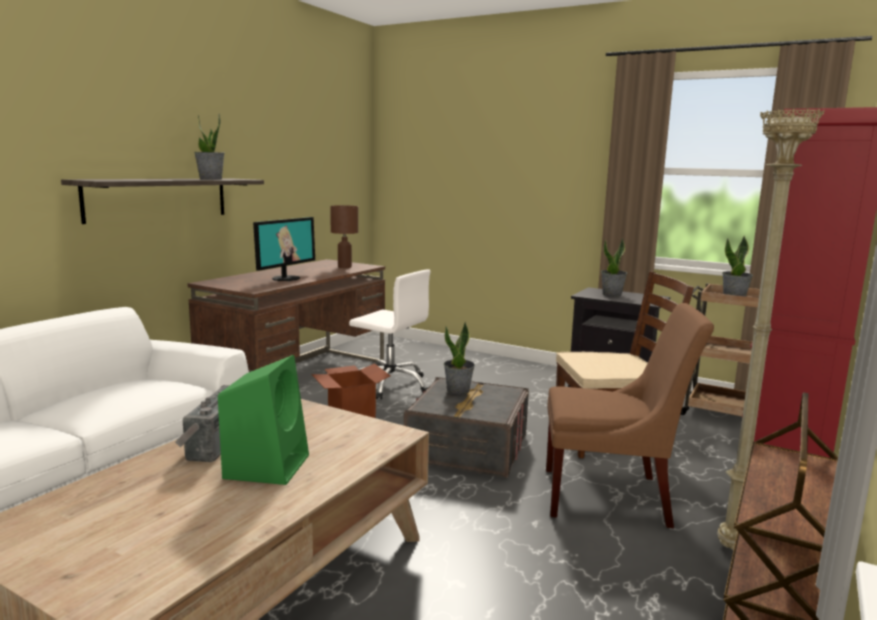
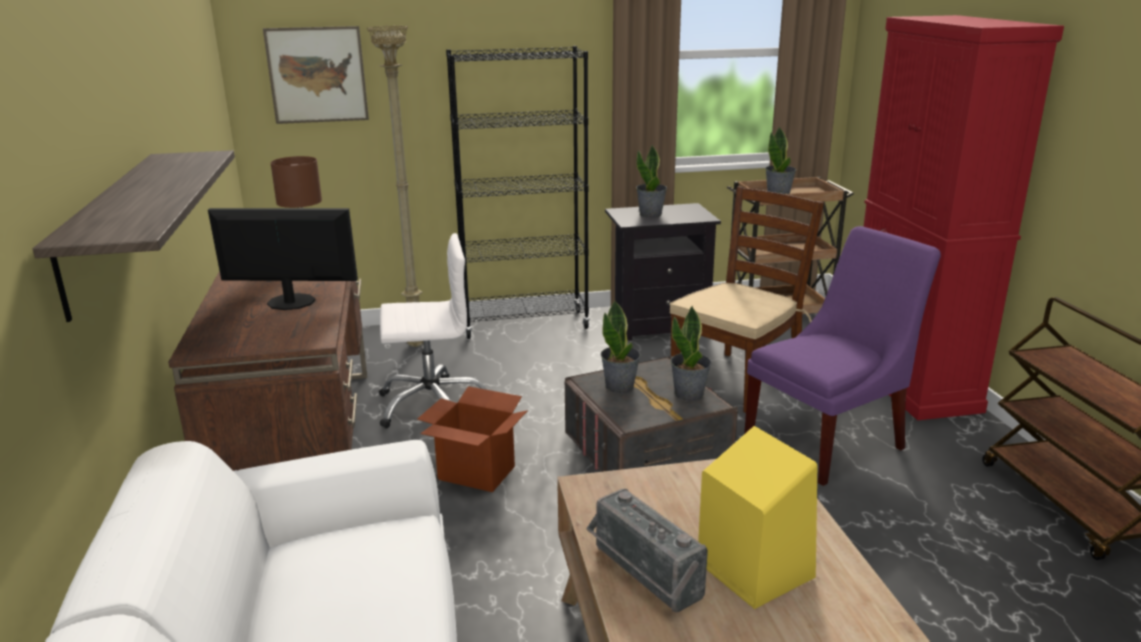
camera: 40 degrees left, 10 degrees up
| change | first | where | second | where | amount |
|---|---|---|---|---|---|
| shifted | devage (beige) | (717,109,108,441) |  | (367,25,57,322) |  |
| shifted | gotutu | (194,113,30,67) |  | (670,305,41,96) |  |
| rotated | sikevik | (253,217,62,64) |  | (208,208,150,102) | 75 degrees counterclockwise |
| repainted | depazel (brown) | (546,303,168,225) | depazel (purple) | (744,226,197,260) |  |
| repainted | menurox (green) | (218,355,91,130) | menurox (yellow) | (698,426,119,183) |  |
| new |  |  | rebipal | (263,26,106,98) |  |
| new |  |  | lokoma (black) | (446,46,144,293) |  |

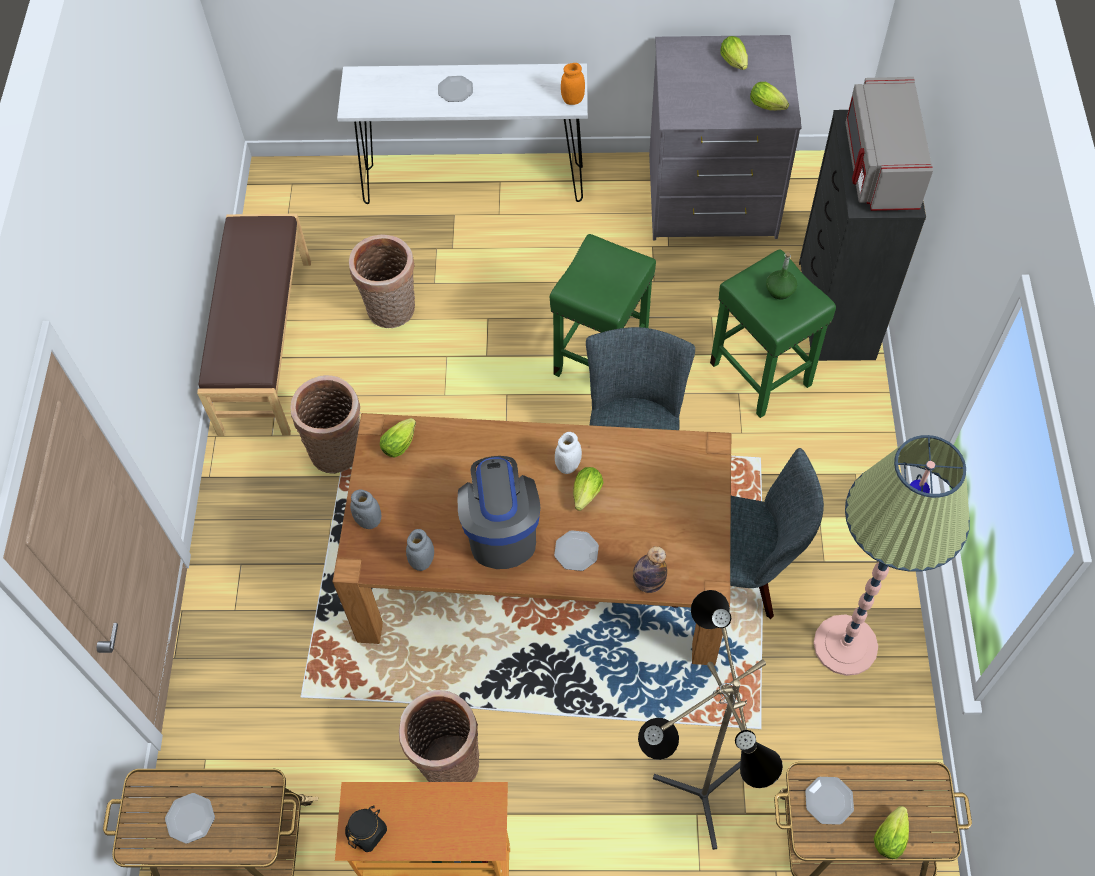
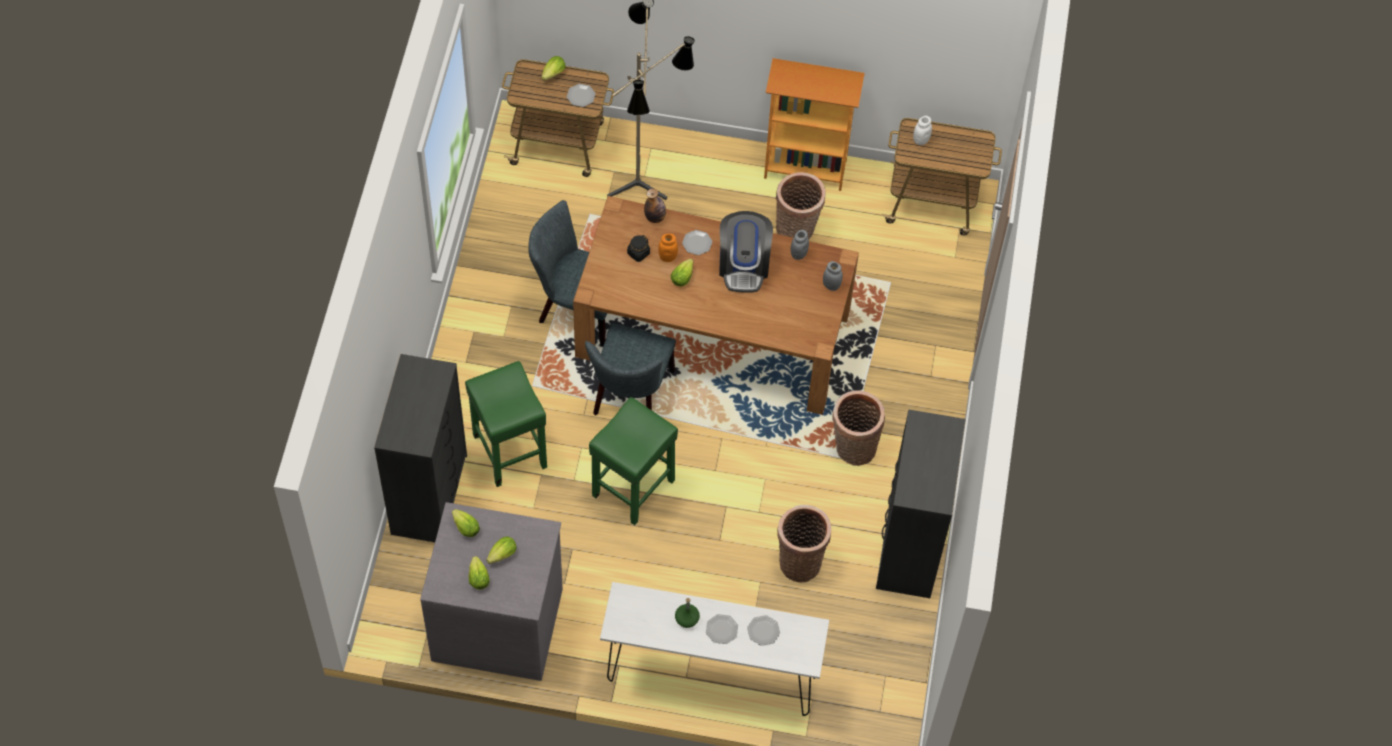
camera: 175 degrees left, 0 degrees up
| change | first | where | second | where | amount |
|---|---|---|---|---|---|
| shifted | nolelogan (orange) | (561,63,24,42) |  | (658,234,20,28) |  |
| gone | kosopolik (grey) | (845,77,88,134) |  |  |  |
| swapped | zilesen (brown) | (197,214,114,222) | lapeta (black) | (876,409,90,189) |  |
| shifted | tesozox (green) | (766,252,31,47) |  | (675,598,25,30) |  |
| shifted | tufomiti | (380,418,36,40) |  | (486,536,31,28) |  |
| shifted | nolelogan (white) | (555,432,27,42) |  | (913,116,19,29) |  |
| gone | devage | (813,435,157,241) |  |  |  |
| shifted | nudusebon | (165,793,50,51) |  | (747,615,33,31) |  |
| shifted | nolelogan (black) | (345,805,42,47) |  | (627,235,23,27) |  |

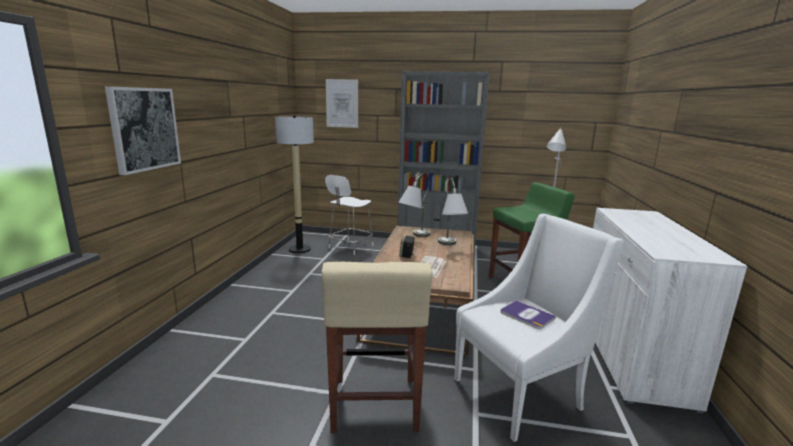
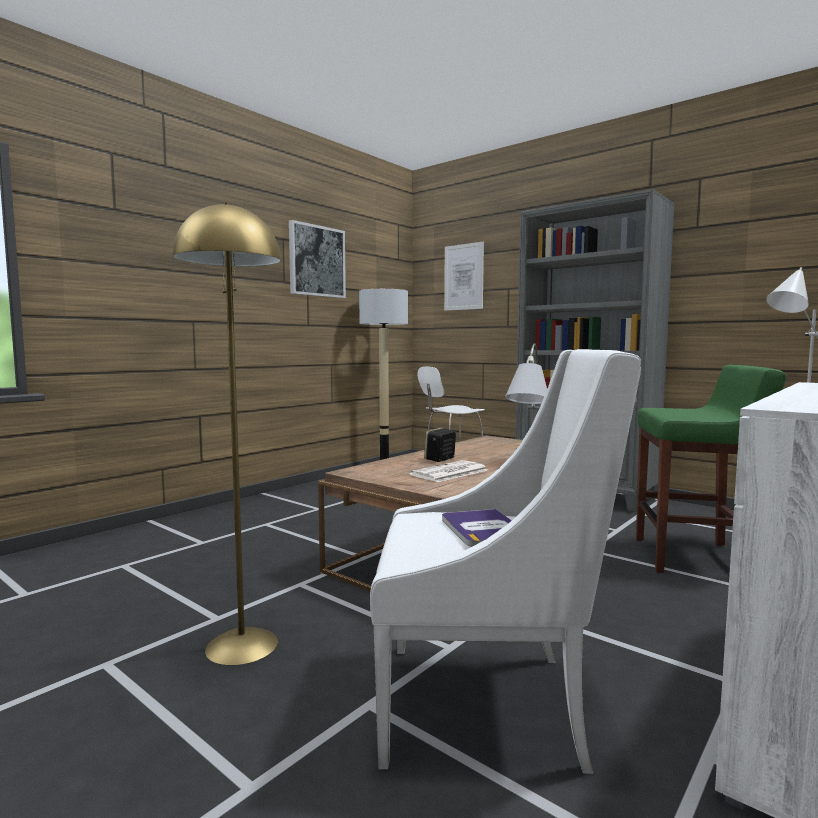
camera: 30 degrees right, 10 degrees down
| change | first | where | second | where | amount |
|---|---|---|---|---|---|
| shifted | rebipal | (105,86,76,89) |  | (289,220,57,78) |  |
| gone | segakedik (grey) | (398,173,32,64) |  |  |  |
| swapped | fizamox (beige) | (321,262,112,171) | devage (yellow) | (173,202,108,463) |  |

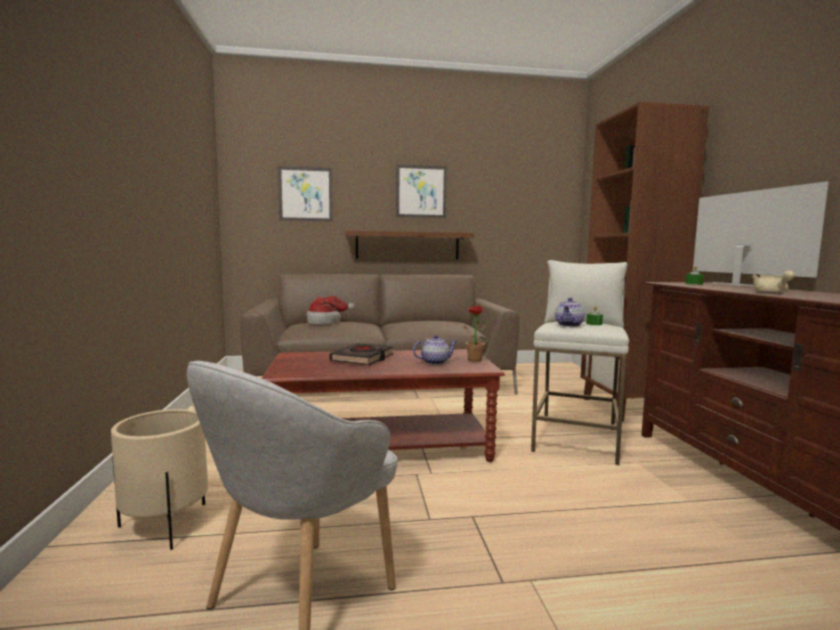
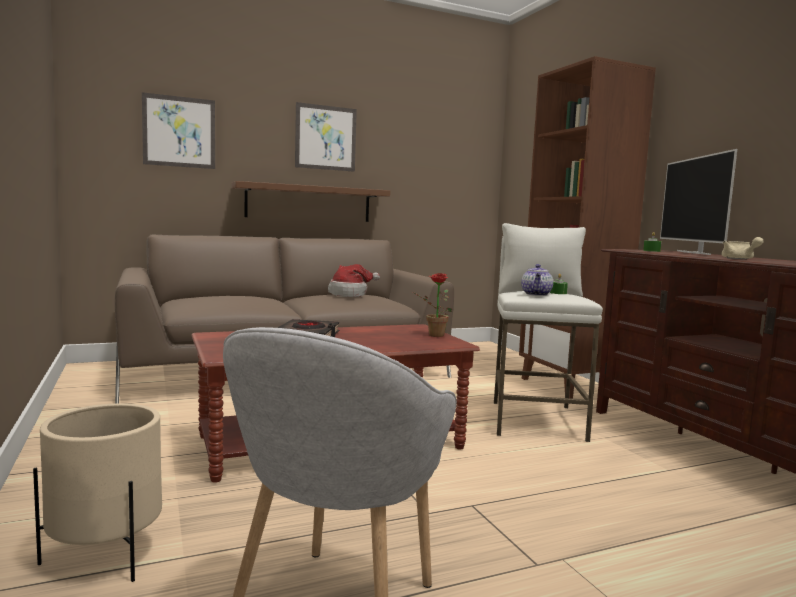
camera: 15 degrees left, 0 degrees up
| change | first | where | second | where | amount |
|---|---|---|---|---|---|
| rotated | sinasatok | (693,181,136,105) |  | (660,149,77,106) | 150 degrees counterclockwise |
| shifted | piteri | (307,296,48,29) |  | (328,264,52,33) |  |
| gone | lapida | (413,335,44,30) |  |  |  |

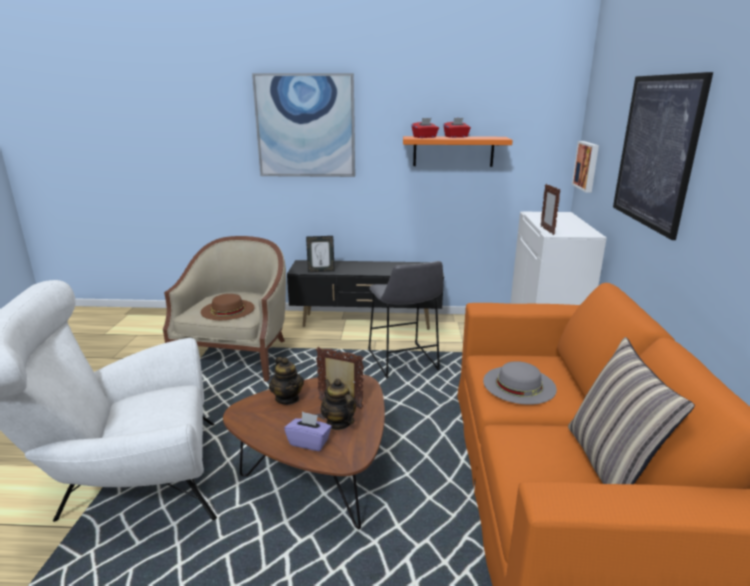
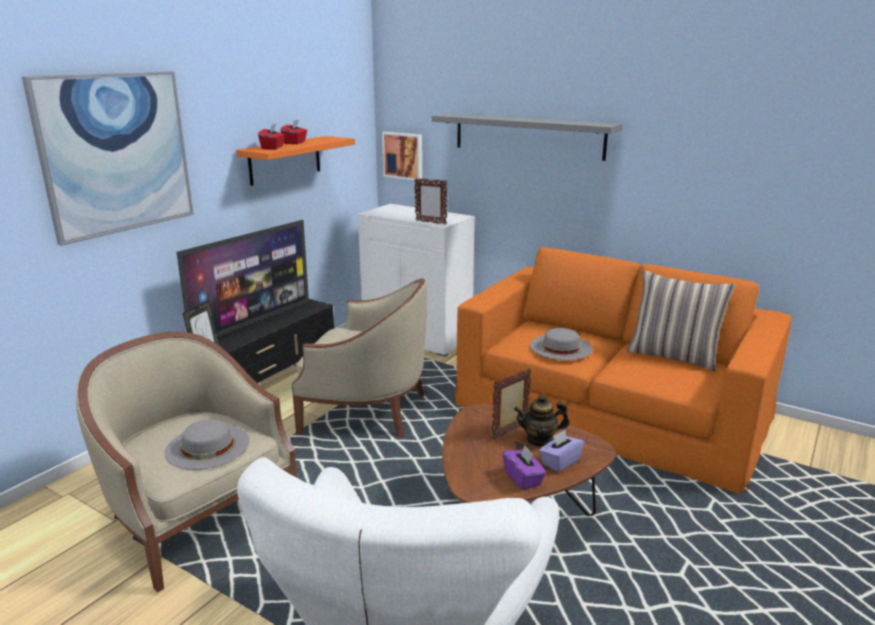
camera: 60 degrees left, 0 degrees up
| change | first | where | second | where | amount |
|---|---|---|---|---|---|
| swapped | rebipal | (613,72,100,168) | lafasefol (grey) | (432,113,190,48) |  |
| swapped | fizamox (grey) | (368,261,75,117) | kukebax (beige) | (292,278,135,159) |  |
| repainted | piteri (brown) | (201,294,54,26) | piteri (grey) | (164,419,86,51) |  |
| gone | lapida | (269,357,35,48) |  |  |  |
| new |  |  | sinasatok | (177,220,132,117) |  |
| new |  |  | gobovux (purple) | (502,445,44,45) |  |

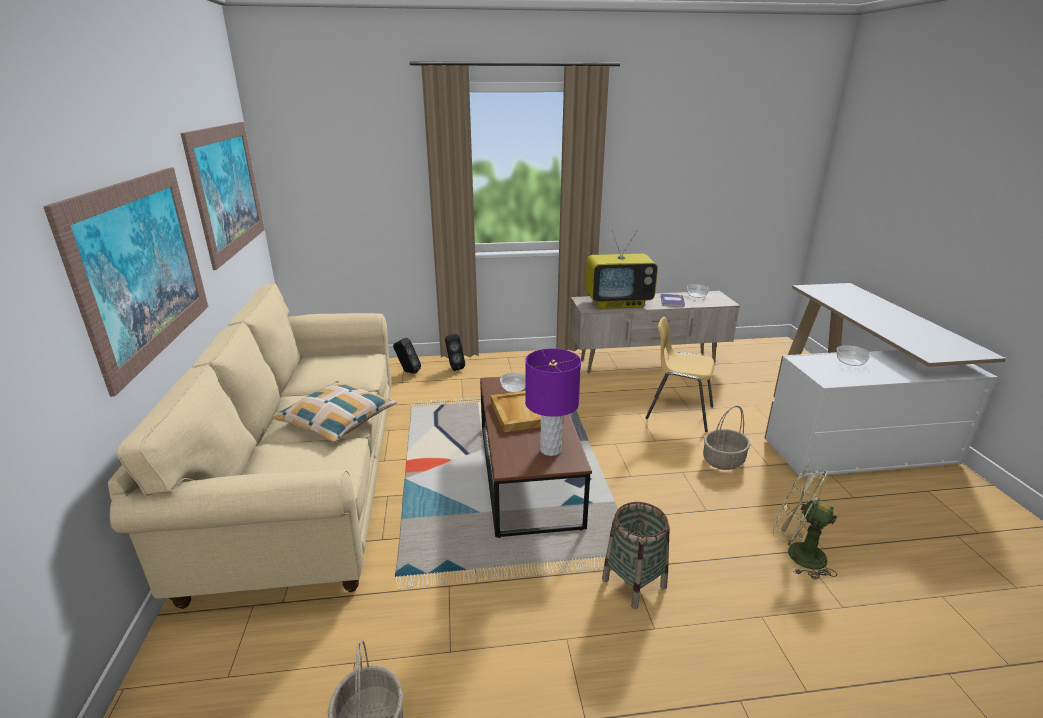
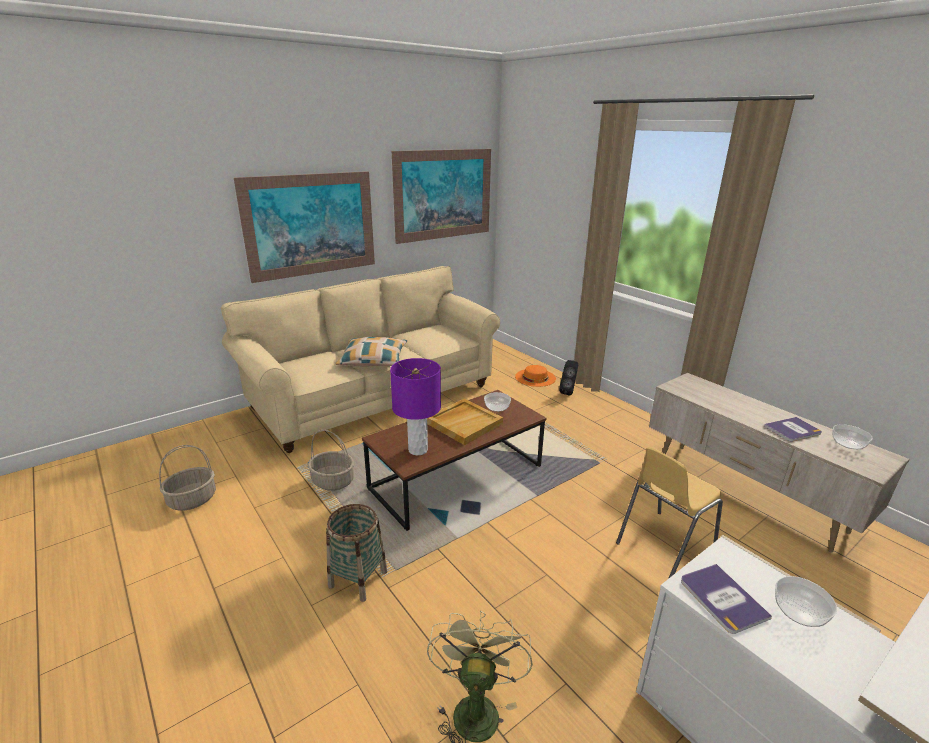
camera: 60 degrees right, 0 degrees up
| change | first | where | second | where | amount |
|---|---|---|---|---|---|
| gone | sinasatok | (585,230,73,79) |  |  |  |
| rotated | depazel (yellow) | (645,317,70,115) |  | (616,447,107,132) | 120 degrees counterclockwise |
| swapped | menurox (black) | (393,338,28,36) | piteri (orange) | (515,365,41,22) |  |
| shifted | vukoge | (703,405,48,65) |  | (308,430,46,61) |  |
| new |  |  | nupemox | (681,564,91,70) |  |

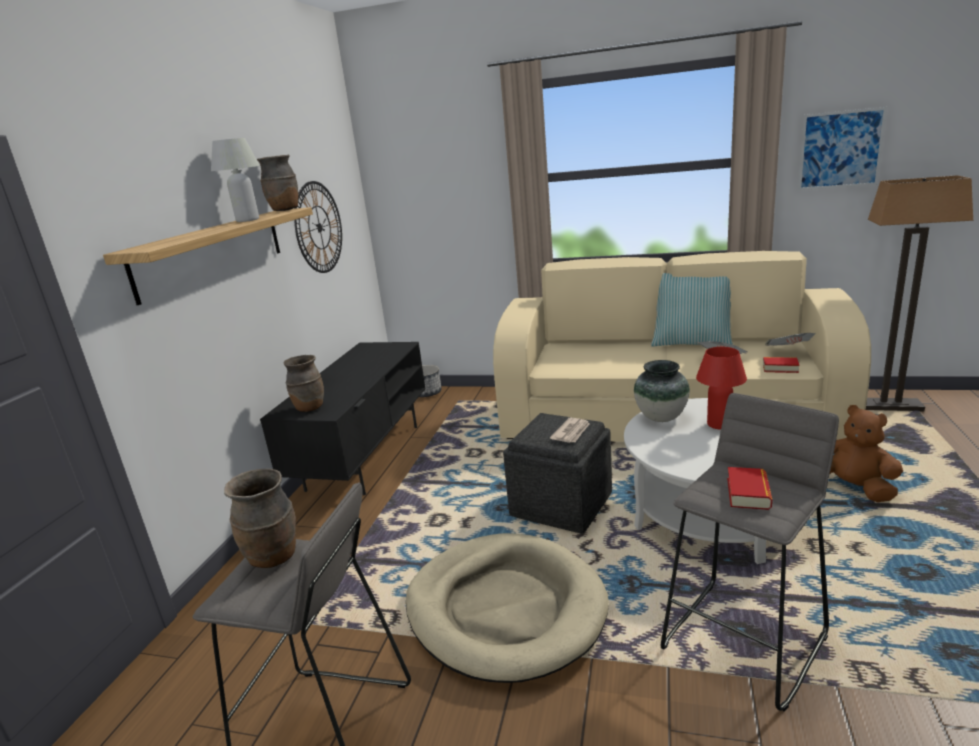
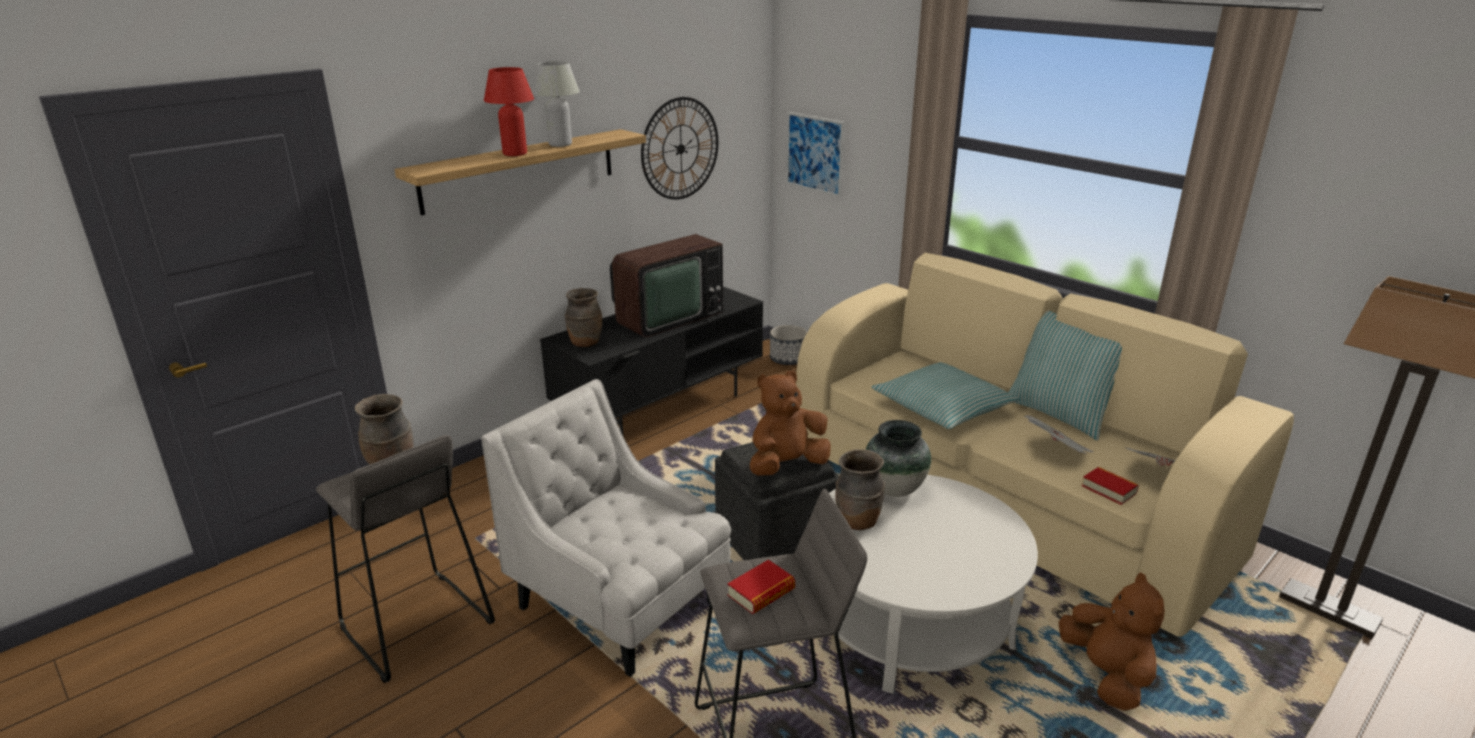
camera: 30 degrees right, 5 degrees up
| change | first | where | second | where | amount |
|---|---|---|---|---|---|
| shifted | rebipal | (798,107,89,83) |  | (786,112,59,85) |  |
| shifted | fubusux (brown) | (257,155,42,56) |  | (835,449,50,81) |  |
| shifted | segakedik (red) | (696,347,51,82) |  | (484,67,50,89) |  |
| swapped | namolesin | (550,417,40,26) | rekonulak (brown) | (750,370,81,106) |  |
| swapped | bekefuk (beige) | (406,533,203,150) | kukebax (white) | (481,379,250,298) |  |
| new |  |  | sinasatok | (610,234,113,103) |  |
| new |  |  | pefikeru | (872,362,148,67) |  |

